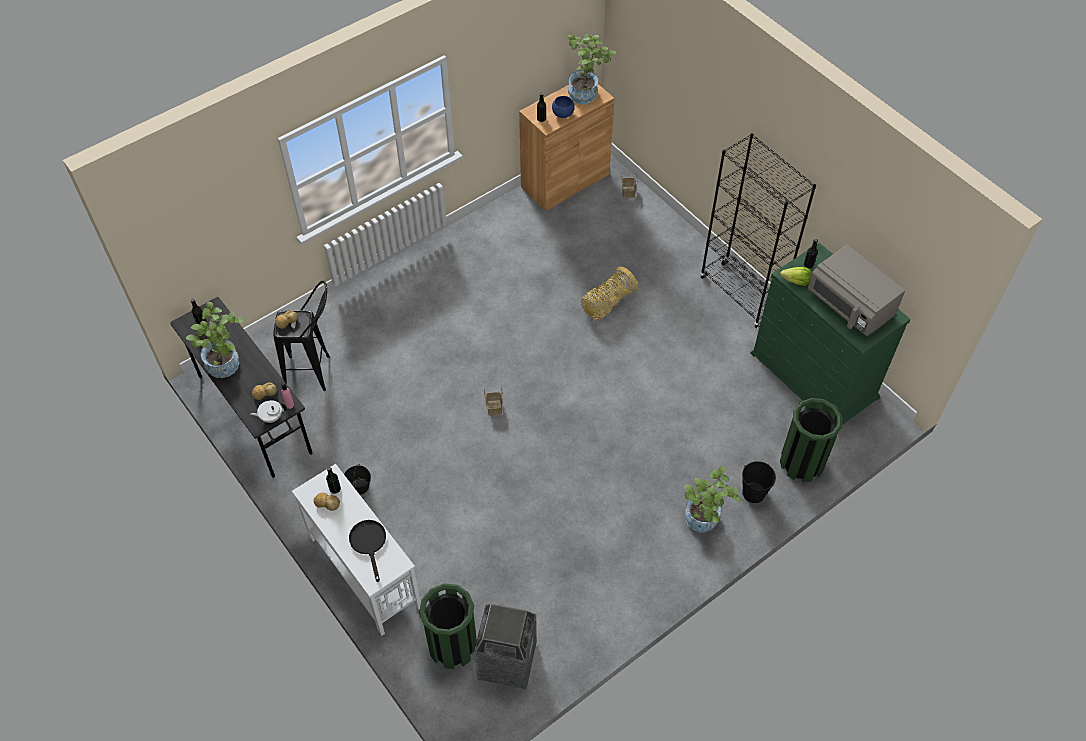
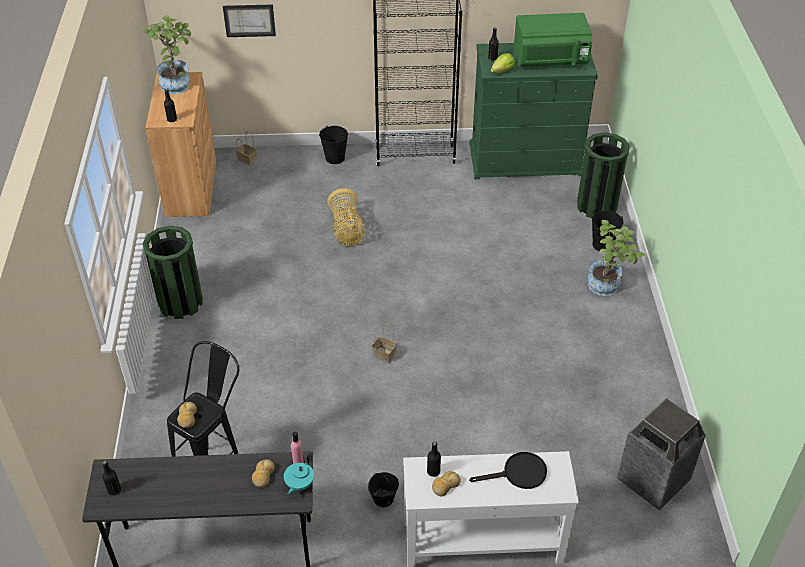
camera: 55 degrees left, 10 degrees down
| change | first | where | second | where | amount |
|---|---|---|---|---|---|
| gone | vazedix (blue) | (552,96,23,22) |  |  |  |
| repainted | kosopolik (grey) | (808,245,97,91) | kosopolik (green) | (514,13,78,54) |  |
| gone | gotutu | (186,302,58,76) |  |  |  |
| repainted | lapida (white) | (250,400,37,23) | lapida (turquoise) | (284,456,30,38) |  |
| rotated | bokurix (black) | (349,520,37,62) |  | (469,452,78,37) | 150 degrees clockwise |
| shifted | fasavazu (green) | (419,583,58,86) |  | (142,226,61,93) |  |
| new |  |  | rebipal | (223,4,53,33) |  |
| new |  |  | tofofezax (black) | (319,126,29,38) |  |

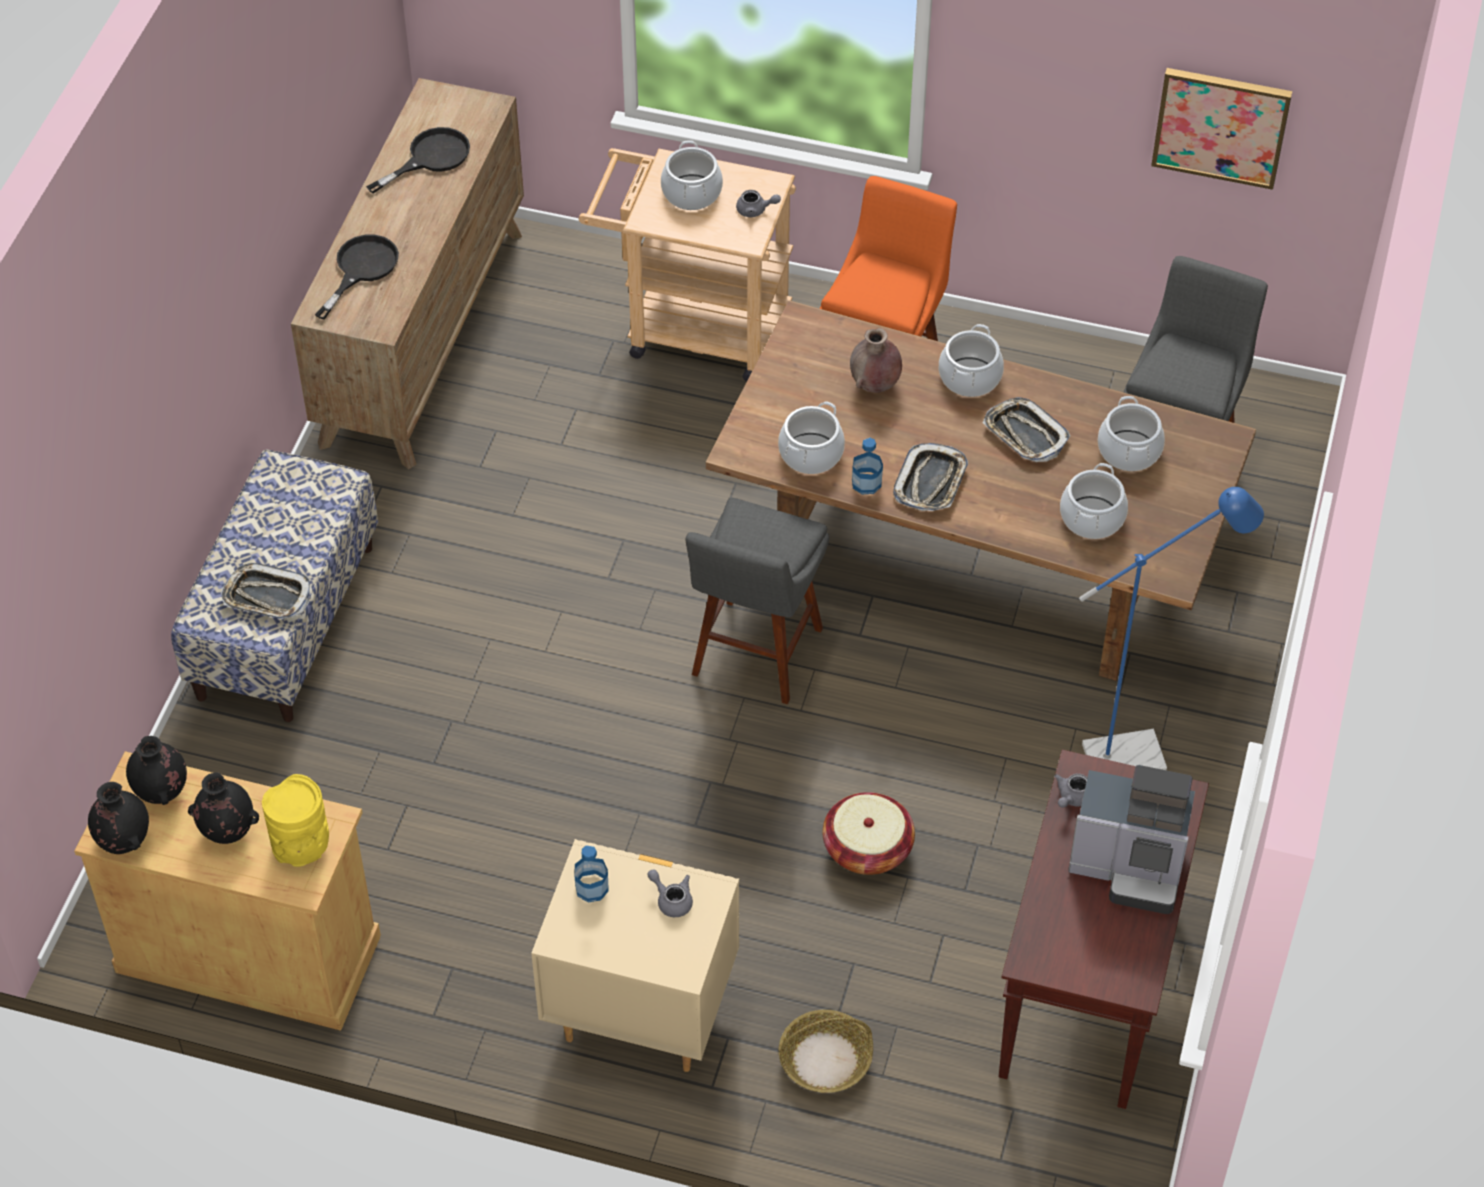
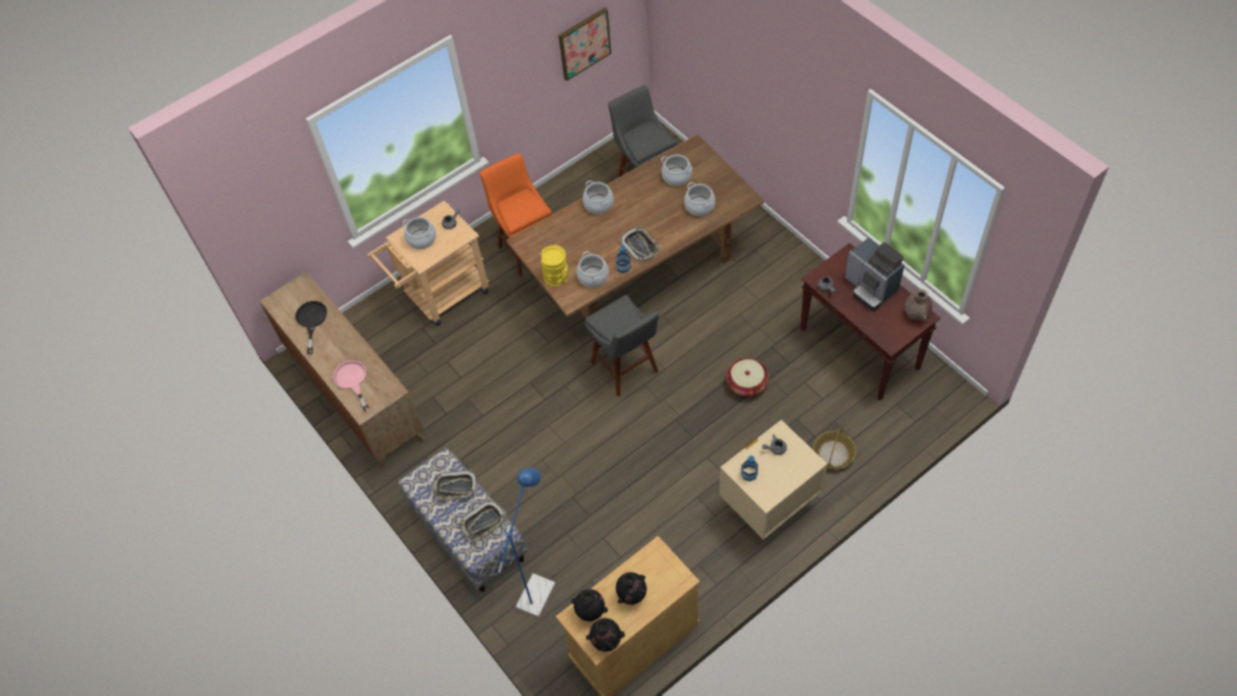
camera: 50 degrees left, 5 degrees up
| change | first | where | second | where | amount |
|---|---|---|---|---|---|
| repainted | bokurix (black) | (315,235,84,85) | bokurix (pink) | (333,360,37,53) |  |
| shifted | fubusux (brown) | (850,328,52,65) |  | (905,289,27,32) |  |
| shifted | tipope | (983,397,88,65) |  | (432,470,46,31) |  |
| shifted | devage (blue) | (1079,487,185,283) |  | (498,468,57,149) |  |
| rotated | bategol | (1068,765,127,149) |  | (845,237,60,74) | 90 degrees clockwise |
| shifted | fubusux (yellow) | (262,774,67,93) |  | (541,245,28,42) |  |

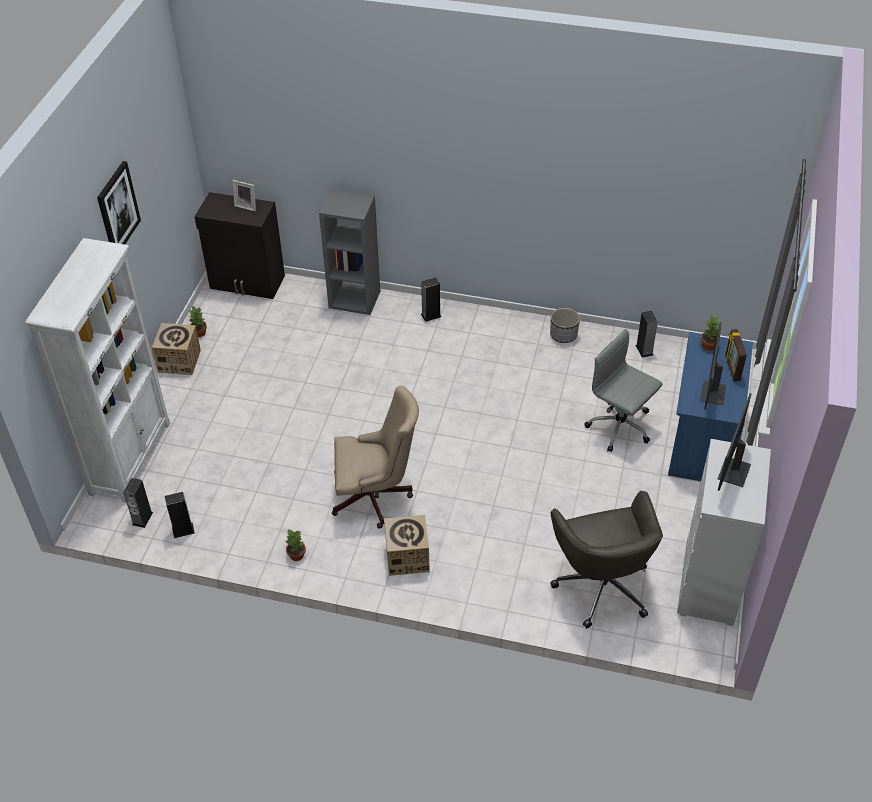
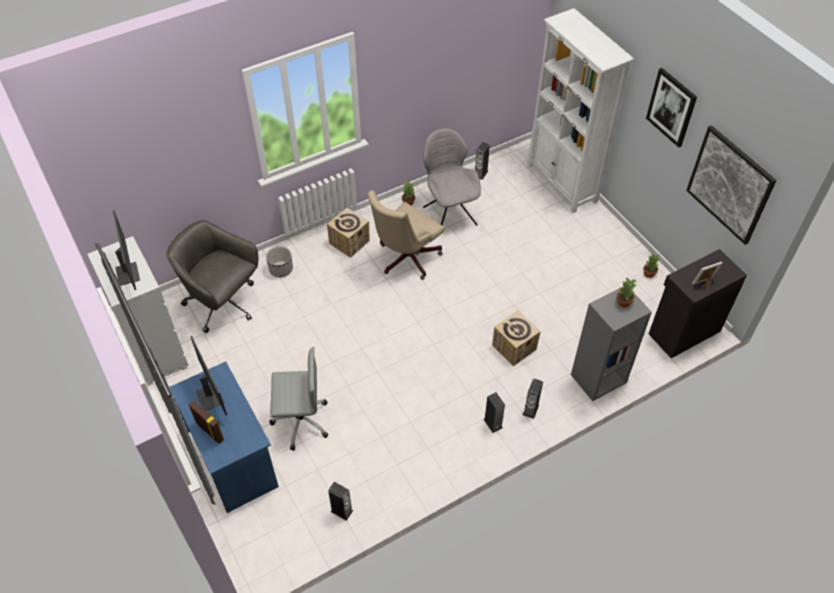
camera: 135 degrees right, 5 degrees up
| change | first | where | second | where | amount |
|---|---|---|---|---|---|
| shifted | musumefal | (550,308,30,35) |  | (266,246,27,31) |  |
| shifted | gotutu | (701,316,20,35) |  | (616,278,20,30) |  |
| shifted | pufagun | (152,323,49,52) |  | (492,311,49,55) |  |
| shifted | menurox | (123,478,30,50) |  | (483,392,22,41) |  |
| new |  |  | rebipal | (686,125,91,120) |  |
| new |  |  | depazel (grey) | (423,128,58,98) |  |

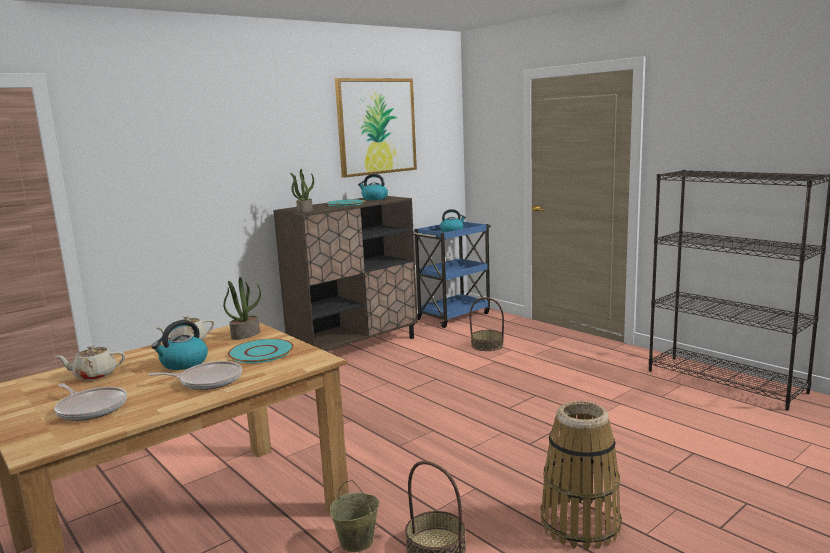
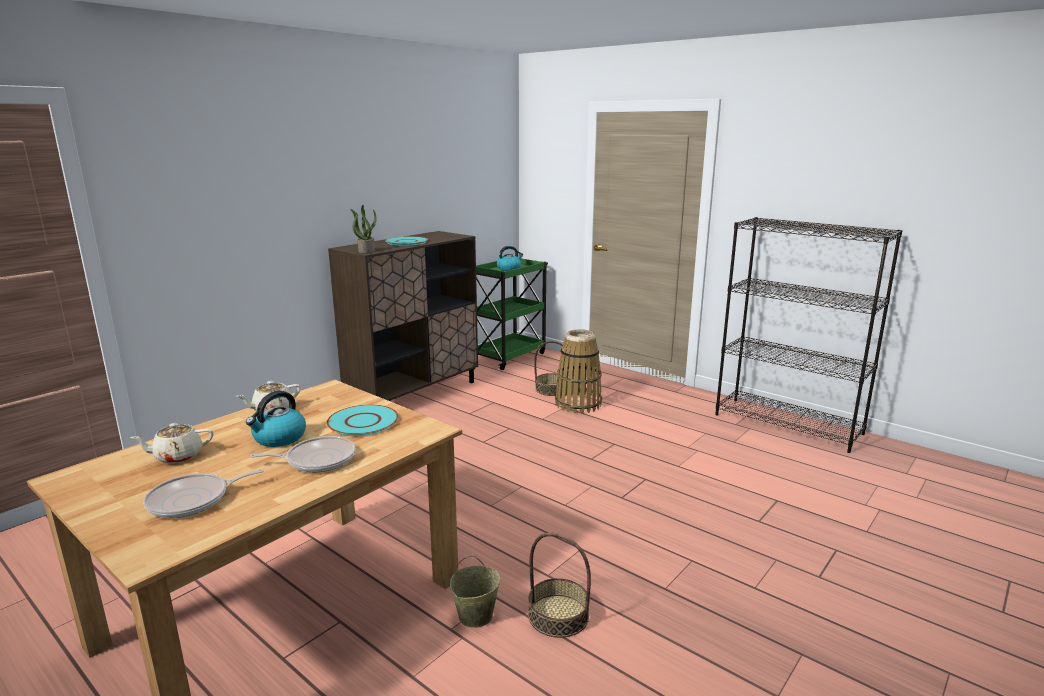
camera: 10 degrees left, 5 degrees up
| change | first | where | second | where | amount |
|---|---|---|---|---|---|
| gone | rebipal | (335,78,82,100) |  |  |  |
| gone | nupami | (358,174,30,26) |  |  |  |
| repainted | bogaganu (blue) | (414,222,77,106) | bogaganu (green) | (476,258,72,112) |  |
| gone | gotutu | (223,277,38,63) |  |  |  |
| rotated | bokurix | (54,383,73,38) |  | (143,469,121,49) | 120 degrees clockwise |
| shifted | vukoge | (541,401,81,149) |  | (555,329,47,85) |  |

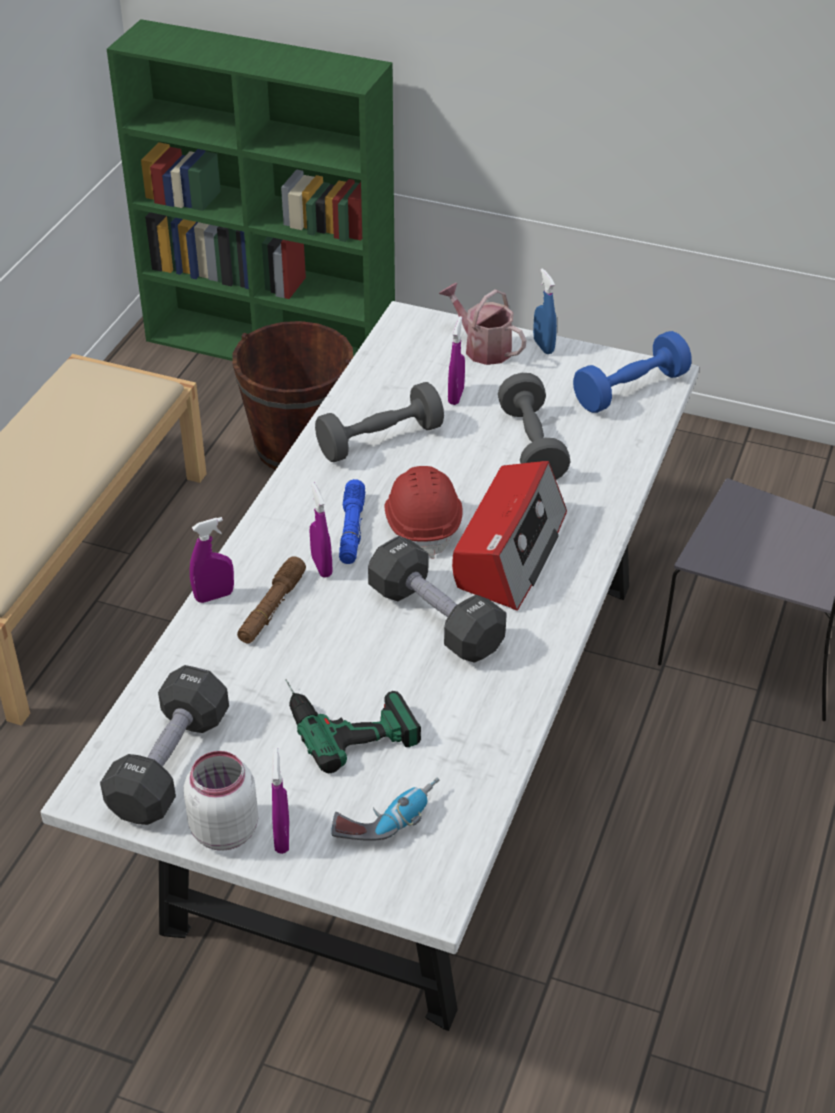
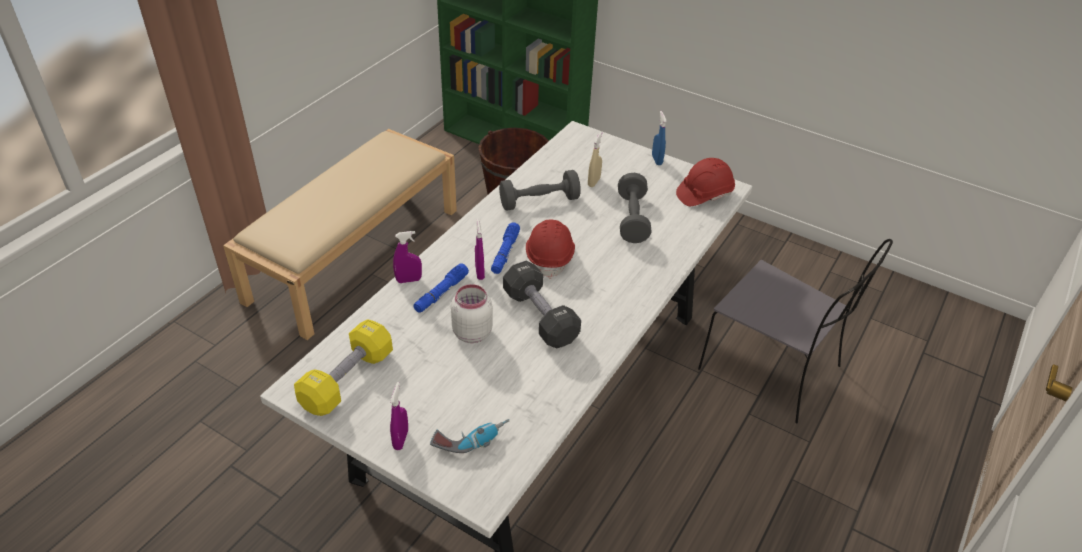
camera: 10 degrees right, 0 degrees up
| change | first | where | second | where | amount |
|---|---|---|---|---|---|
| gone | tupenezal | (439,283,88,82) |  |  |  |
| repainted | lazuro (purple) | (448,316,17,89) | lazuro (beige) | (588,132,14,55) |  |
| swapped | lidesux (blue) | (573,331,119,82) | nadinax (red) | (676,158,59,48) |  |
| gone | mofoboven | (452,461,115,150) |  |  |  |
| repainted | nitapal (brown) | (237,556,69,87) | nitapal (blue) | (413,263,56,50) |  |
| repainted | lidesux (black) | (100,665,129,160) | lidesux (yellow) | (294,319,99,97) |  |
| gone | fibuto | (285,679,136,94) |  |  |  |
| shifted | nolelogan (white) | (184,751,74,100) |  | (451,284,42,59) |  |

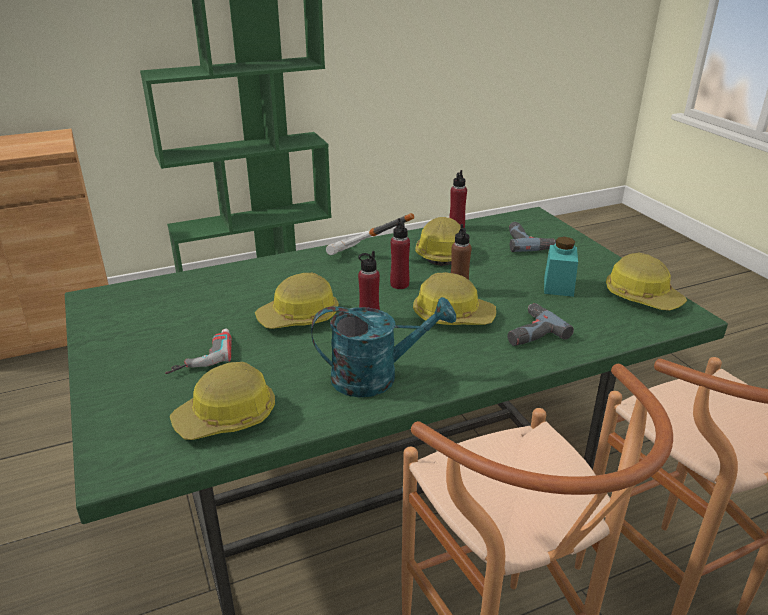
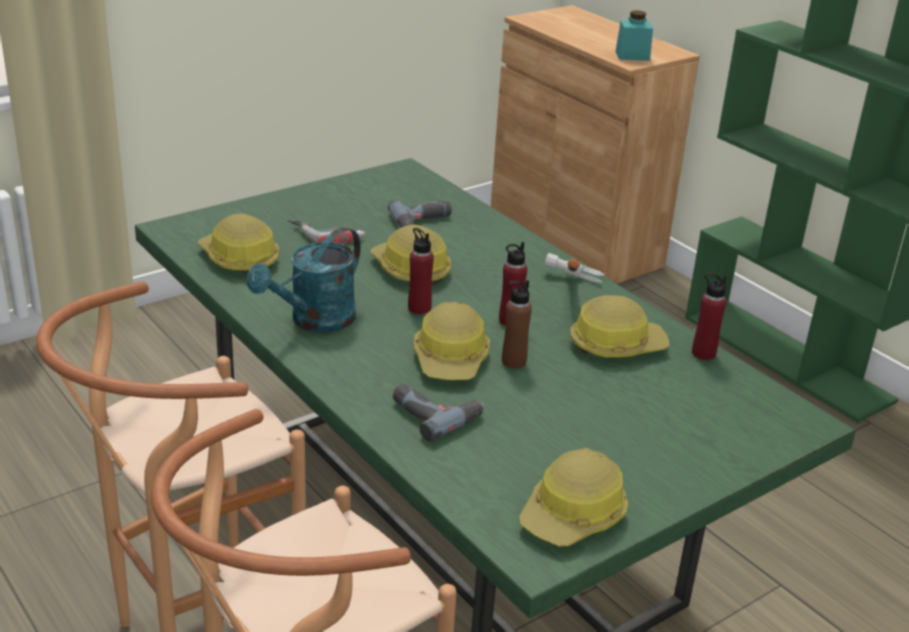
camera: 75 degrees right, 0 degrees up
| change | first | where | second | where | amount |
|---|---|---|---|---|---|
| shifted | fibuto | (509,222,47,30) |  | (388,199,64,28) |  |
| shifted | nolelogan (turquoise) | (544,237,34,60) |  | (615,10,38,51) |  |
| rotated | tupenezal (turquoise) | (311,297,145,101) |  | (247,227,114,105) | 60 degrees clockwise |

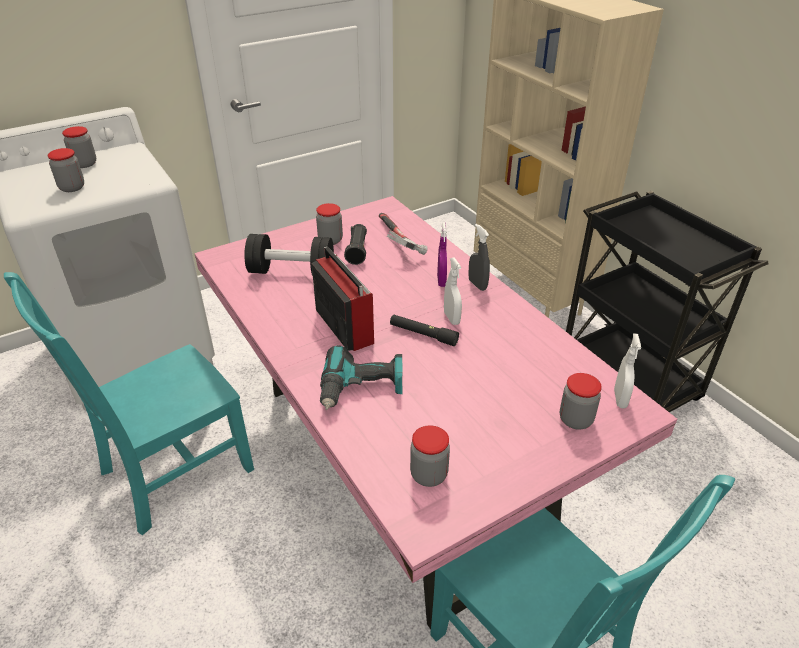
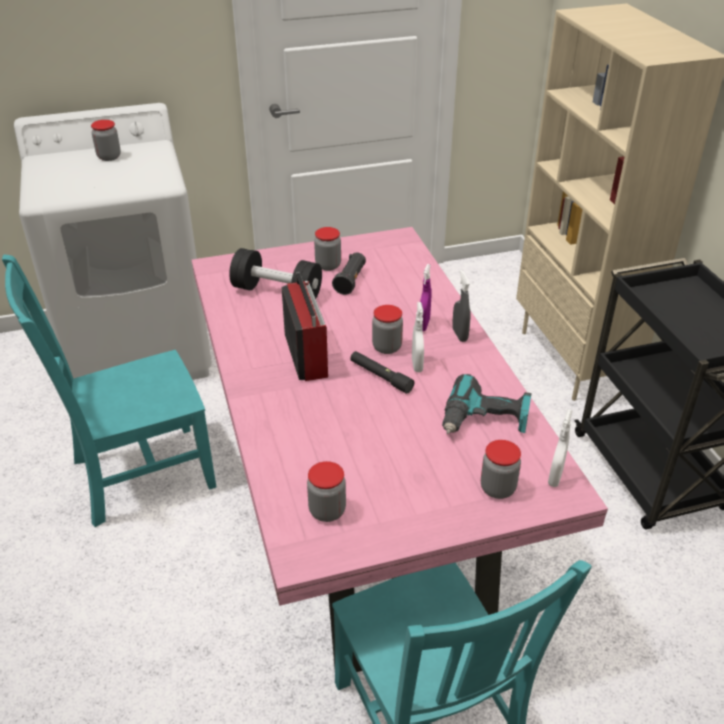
camera: 15 degrees right, 0 degrees up
| change | first | where | second | where | amount |
|---|---|---|---|---|---|
| shifted | nolelogan | (47,148,37,44) |  | (372,305,31,49) |  |
| gone | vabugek | (379,213,49,42) |  |  |  |
| shifted | fibuto | (320,345,83,65) |  | (442,374,90,60) |  |

